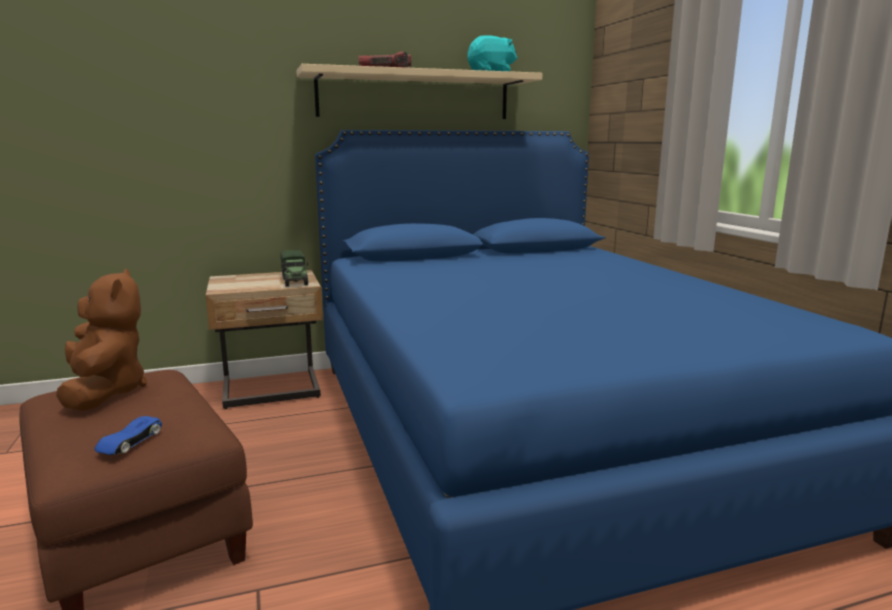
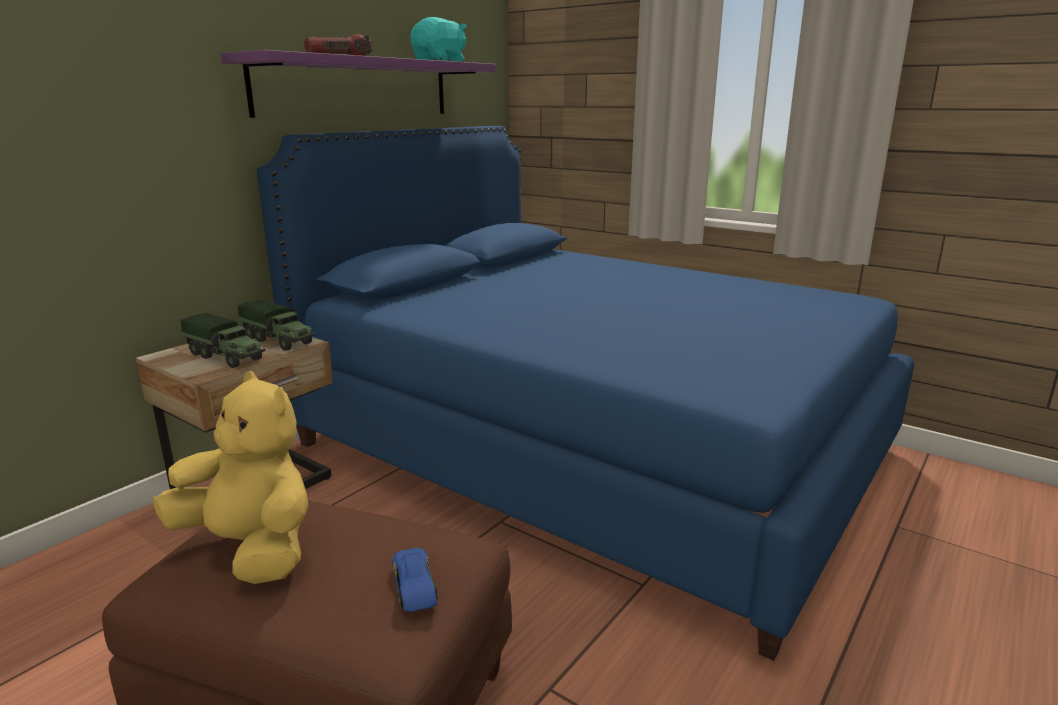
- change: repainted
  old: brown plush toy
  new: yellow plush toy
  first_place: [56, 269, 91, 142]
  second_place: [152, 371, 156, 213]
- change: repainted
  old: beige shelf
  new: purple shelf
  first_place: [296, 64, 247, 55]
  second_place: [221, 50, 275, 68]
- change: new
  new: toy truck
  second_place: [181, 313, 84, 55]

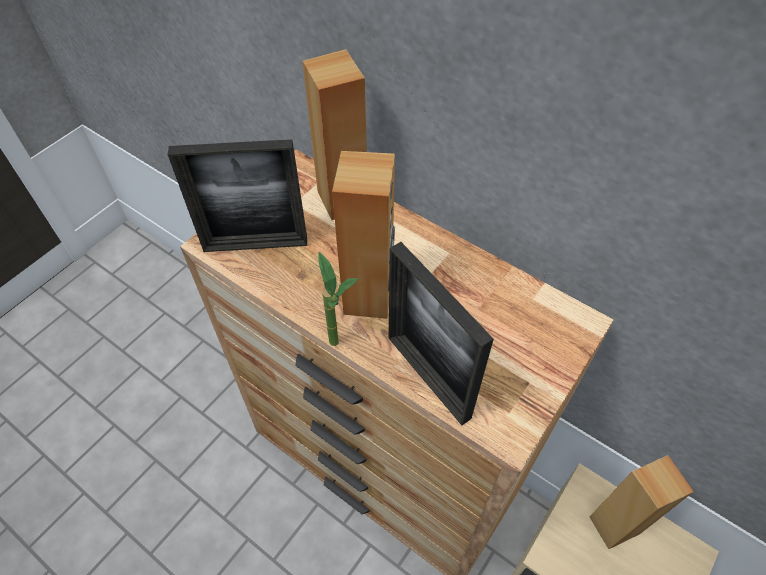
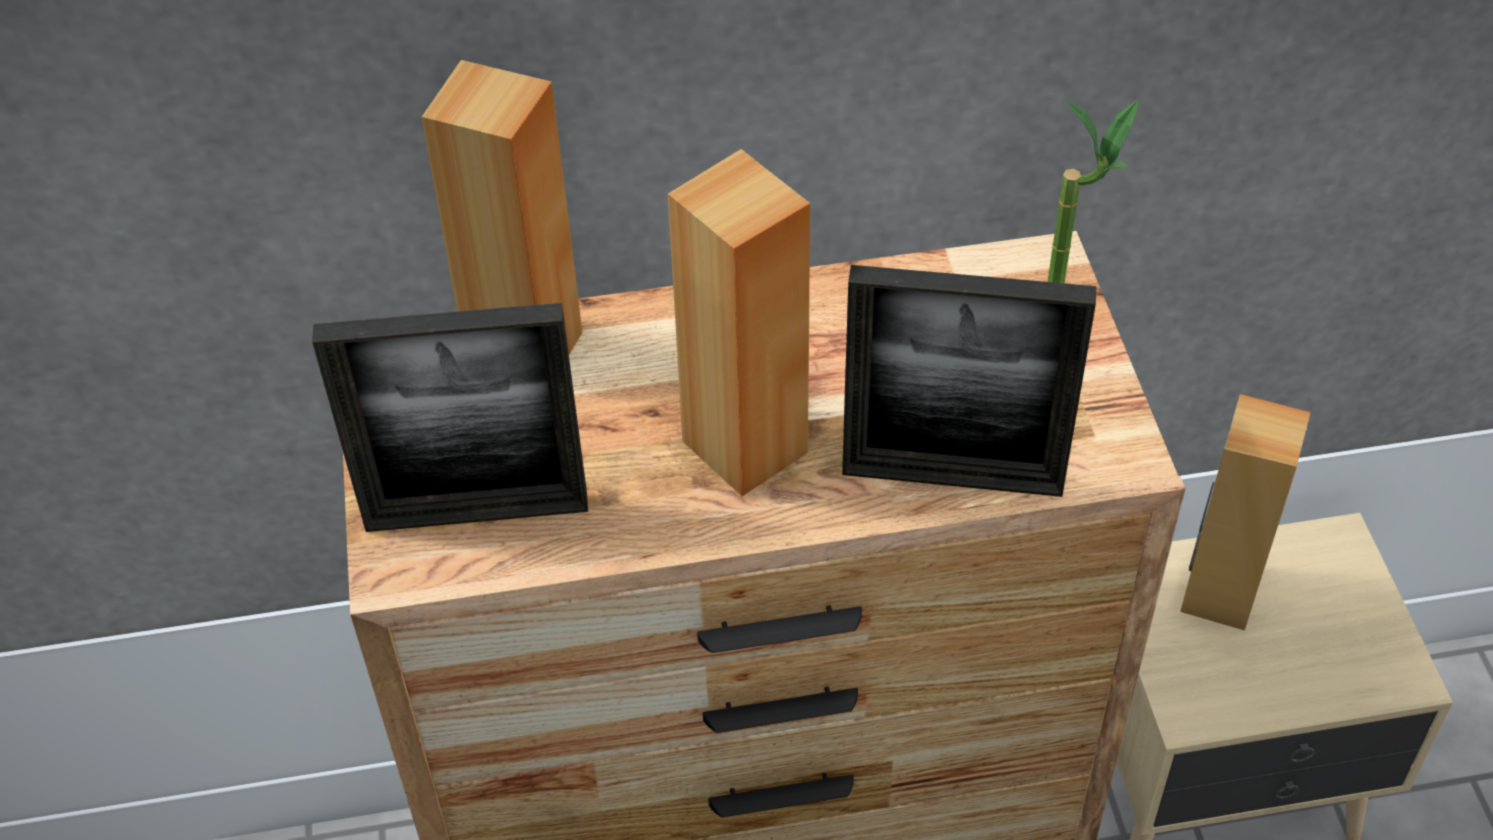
- change: rotated
  old: picture frame
  first_place: [167, 139, 140, 113]
  second_place: [312, 303, 276, 229]
  degrees: 45
- change: shifted
  old: potted plant
  first_place: [318, 252, 41, 94]
  second_place: [1048, 100, 91, 183]

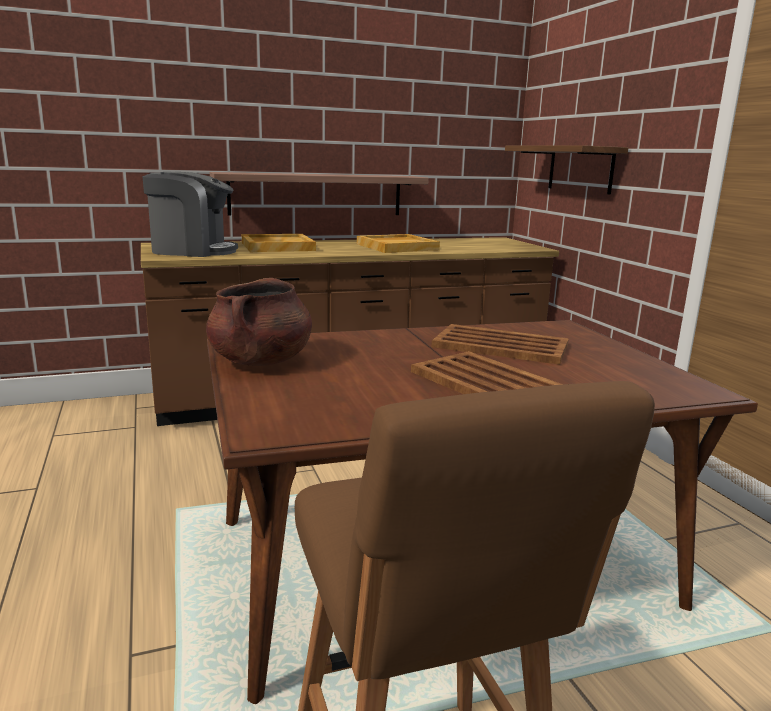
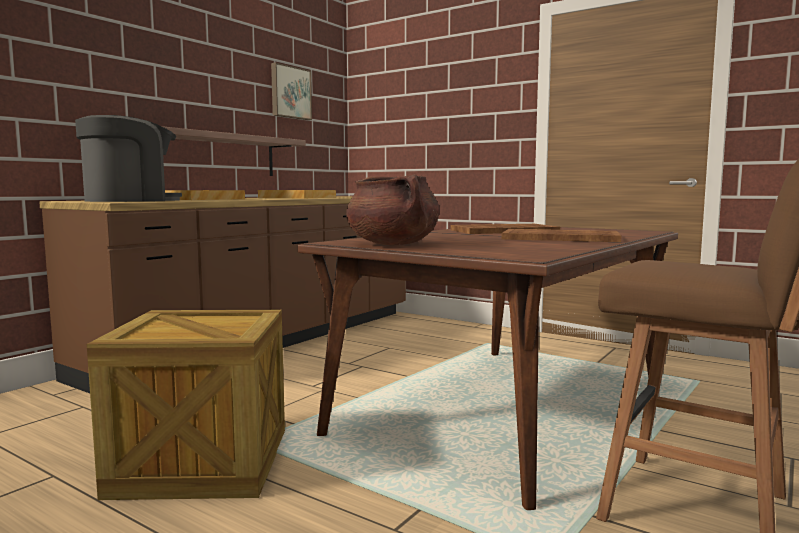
- change: gone
  old: shelf
  first_place: [505, 145, 123, 49]
- change: new
  new: crate
  second_place: [87, 310, 198, 190]
- change: new
  new: picture
  second_place: [271, 62, 41, 58]

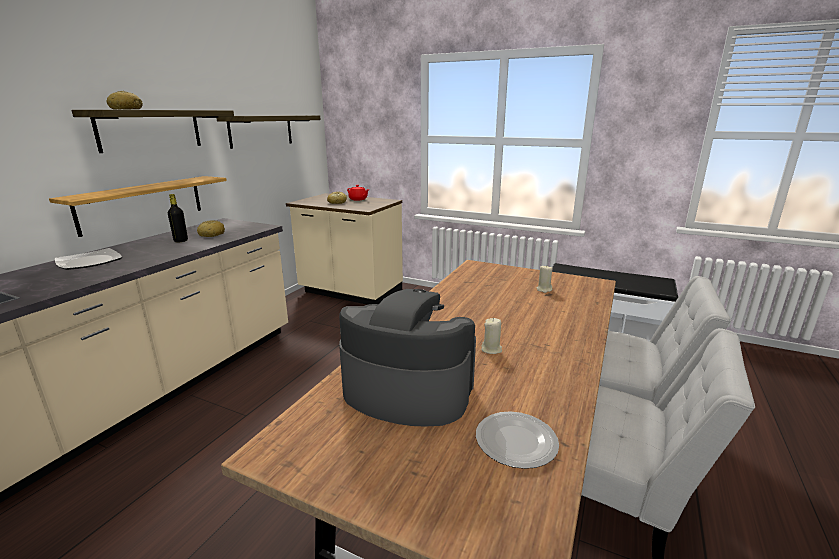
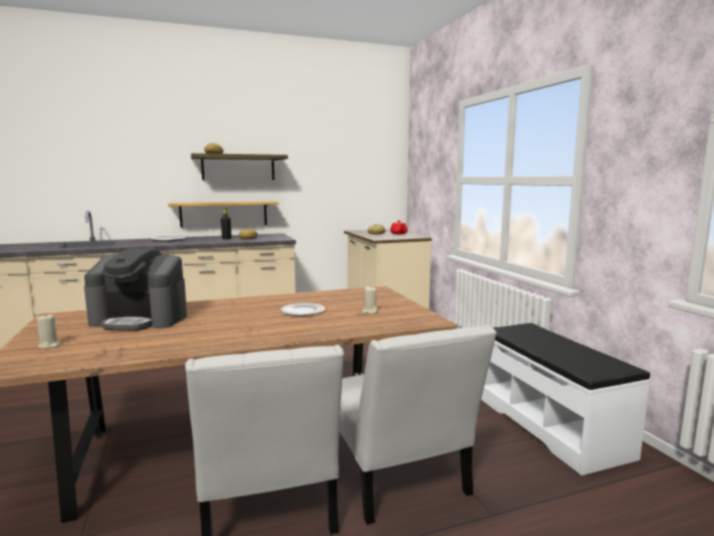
- change: gone
  old: shelf
  first_place: [217, 115, 104, 34]
- change: rotated
  old: coffee machine
  first_place: [339, 289, 137, 138]
  second_place: [84, 248, 103, 82]
  degrees: 120
- change: shifted
  old: plate
  first_place: [476, 411, 83, 58]
  second_place: [280, 303, 45, 13]
- change: shifted
  old: beige candle
  first_place: [481, 318, 21, 36]
  second_place: [37, 313, 24, 36]

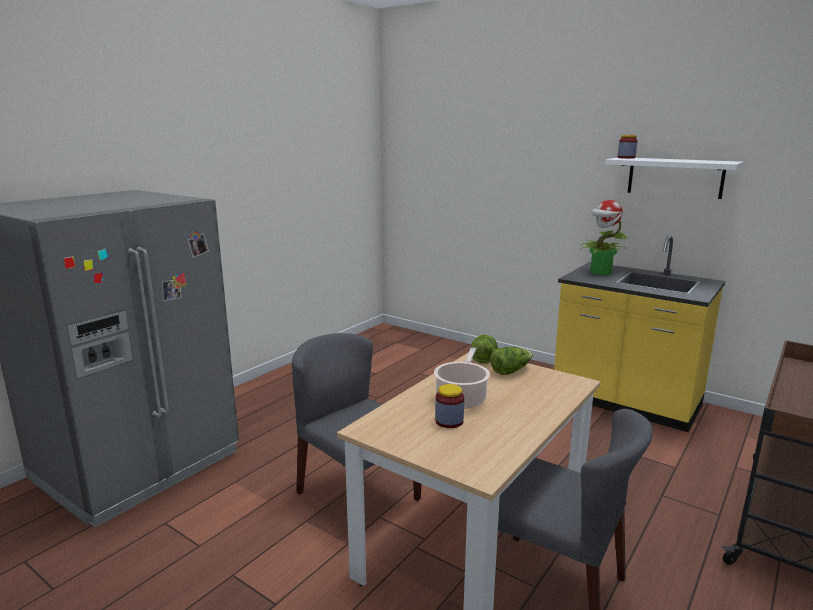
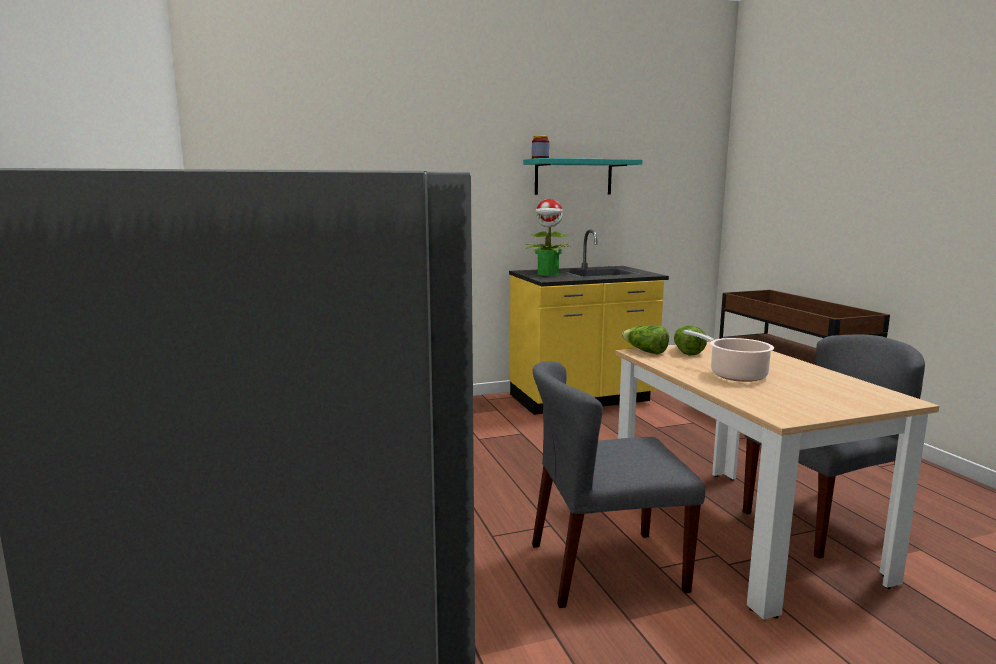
- change: gone
  old: jar
  first_place: [435, 384, 29, 44]
- change: repainted
  old: white shelf
  new: turquoise shelf
  first_place: [605, 157, 139, 42]
  second_place: [523, 158, 120, 37]

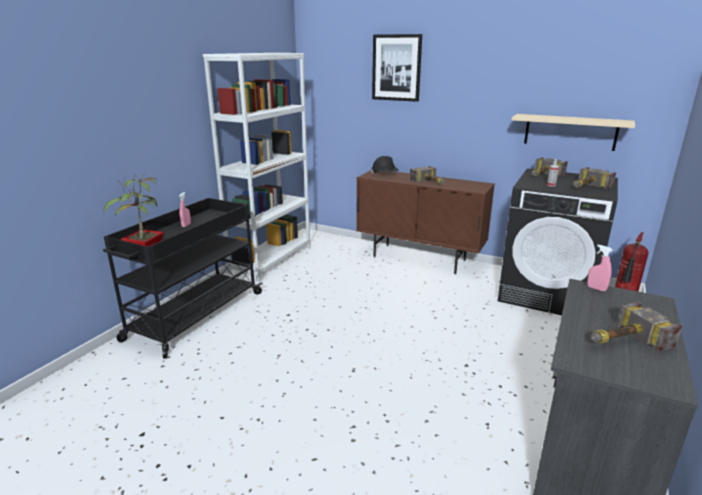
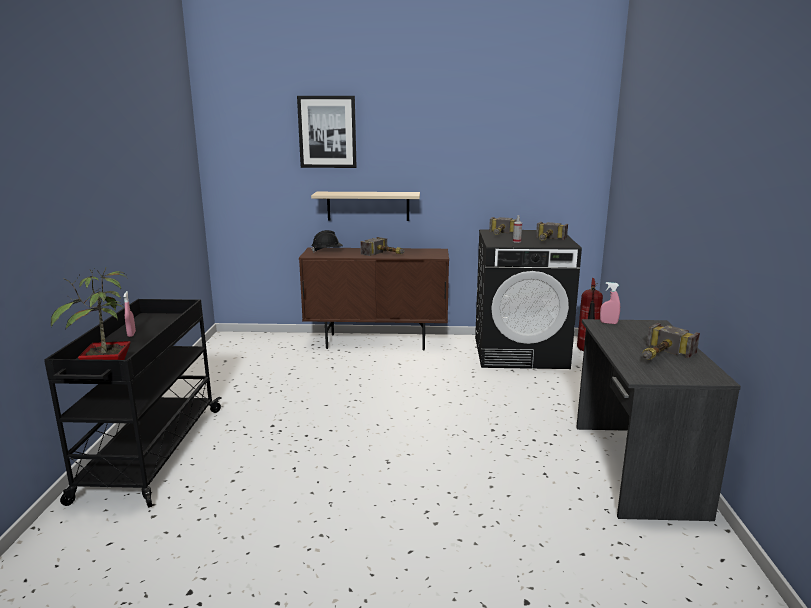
- change: gone
  old: white bookcase
  first_place: [203, 53, 107, 228]
- change: shifted
  old: beige shelf
  first_place: [512, 114, 123, 37]
  second_place: [311, 192, 109, 29]

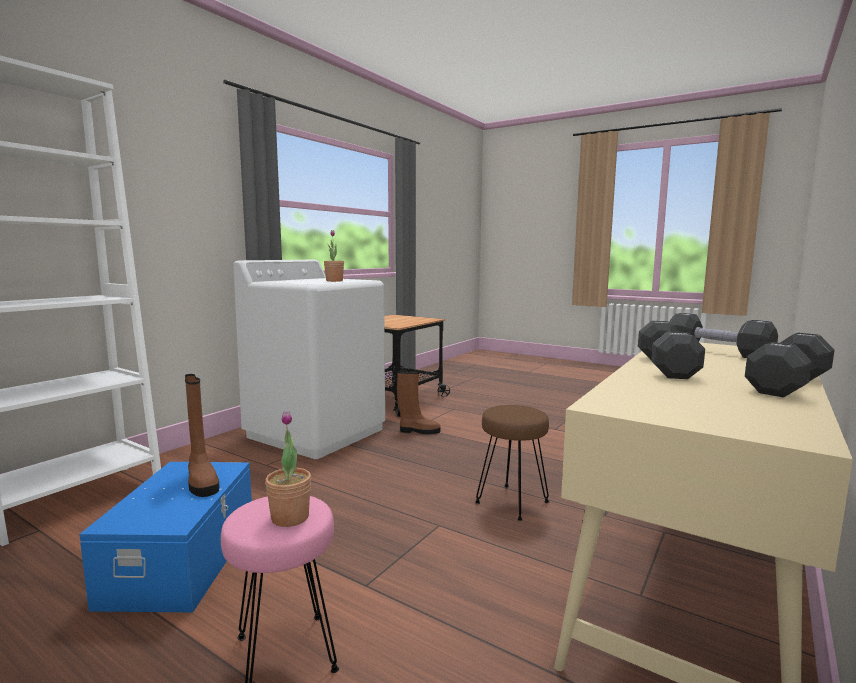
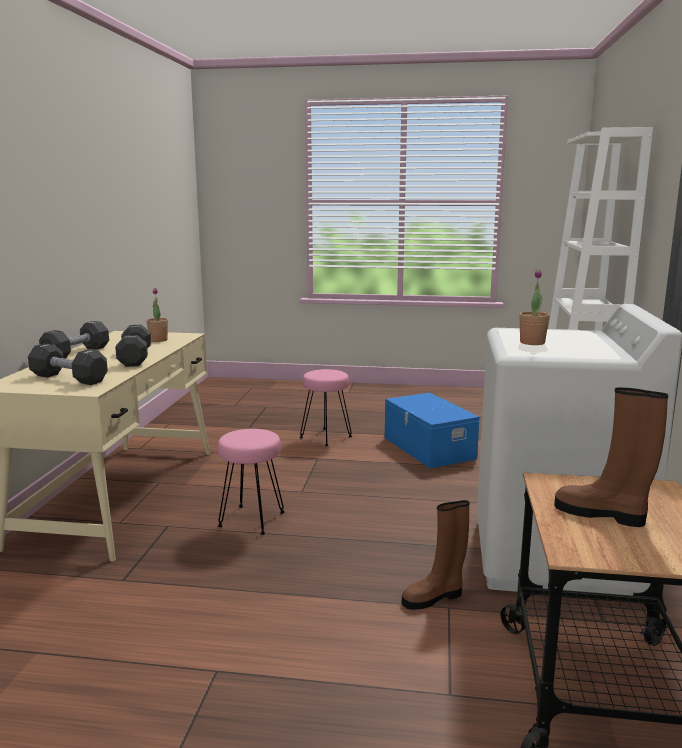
- change: shifted
  old: brown boot
  first_place: [185, 374, 35, 123]
  second_place: [554, 387, 114, 140]
- change: shifted
  old: potted plant
  first_place: [265, 411, 46, 116]
  second_place: [146, 288, 22, 54]
- change: repainted
  old: brown stool
  new: pink stool
  first_place: [475, 405, 75, 116]
  second_place: [218, 429, 67, 106]

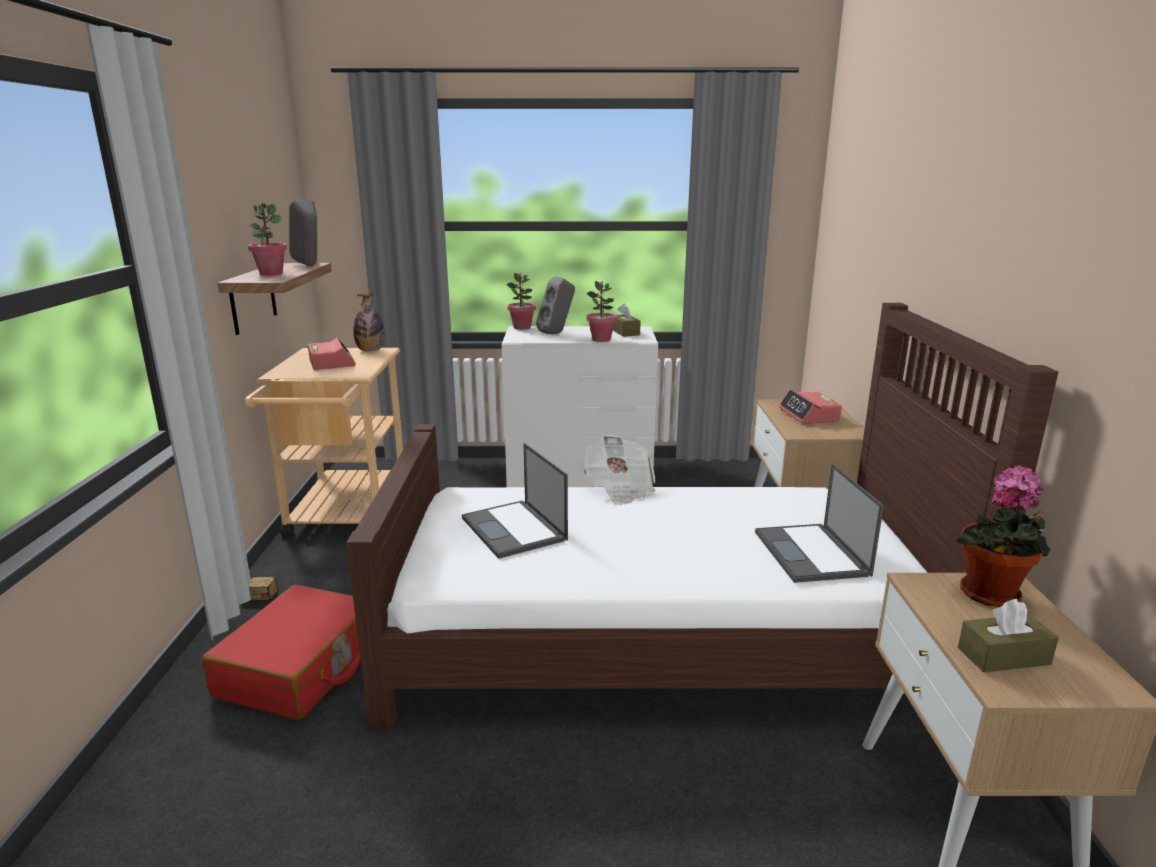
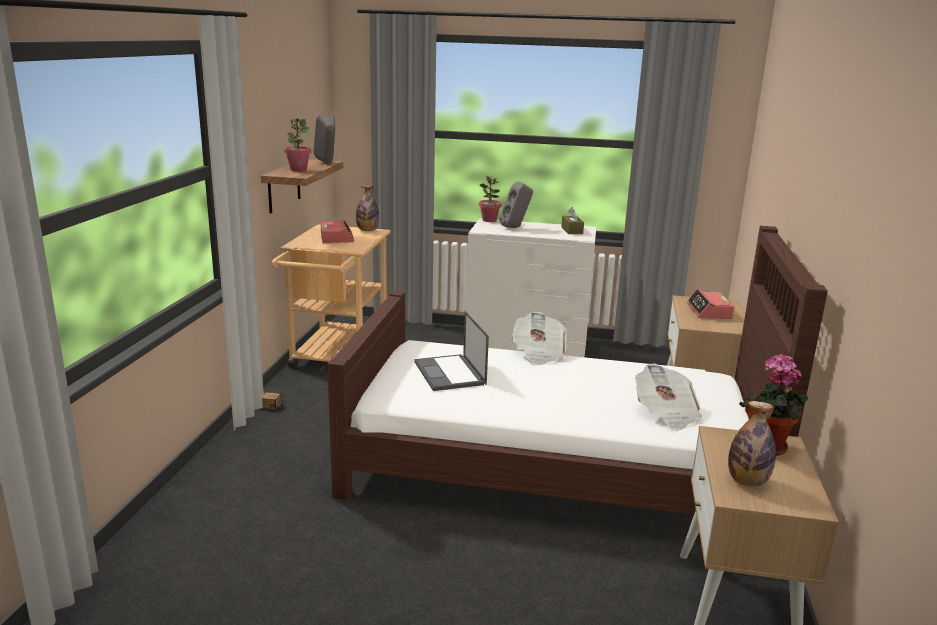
- change: gone
  old: red suitcase
  first_place: [202, 585, 159, 135]
- change: gone
  old: potted plant
  first_place: [587, 281, 30, 61]
- change: swapped
  old: laptop
  new: newspaper
  first_place: [755, 464, 129, 119]
  second_place: [635, 363, 67, 68]
- change: swapped
  old: brown tissue box
  new: bottle
  first_place: [958, 599, 101, 73]
  second_place: [728, 401, 48, 86]

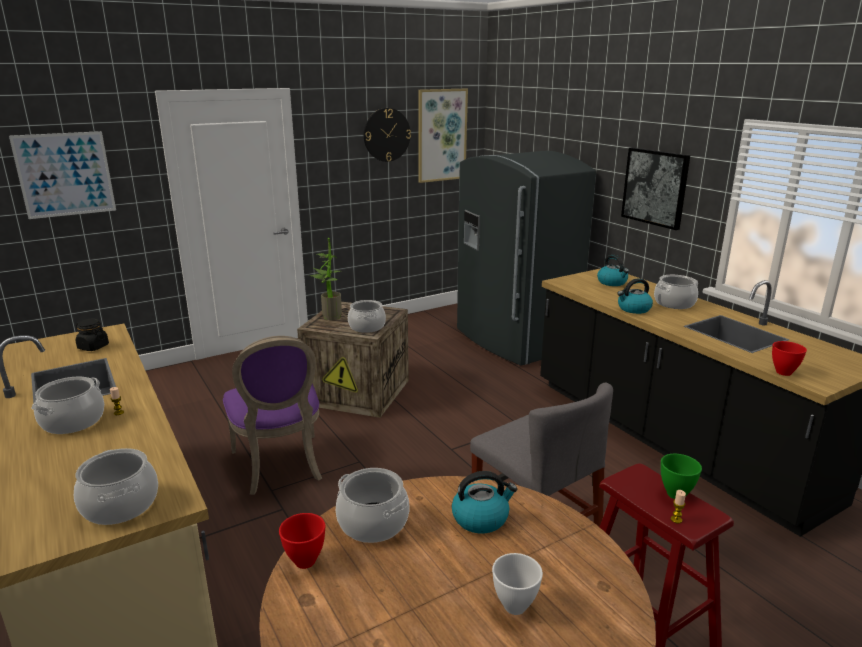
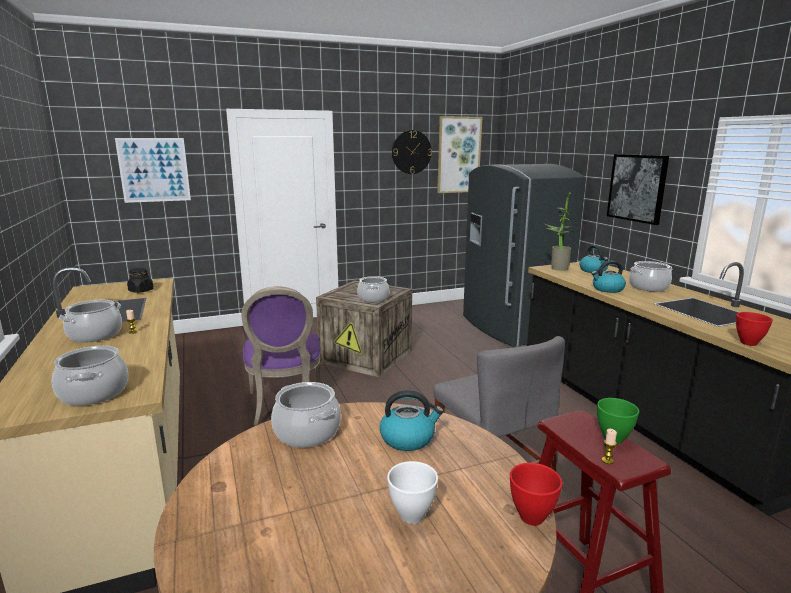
- change: shifted
  old: red bowl
  first_place: [279, 513, 46, 56]
  second_place: [510, 463, 52, 63]
- change: shifted
  old: potted plant
  first_place: [310, 238, 32, 82]
  second_place: [545, 193, 28, 78]

